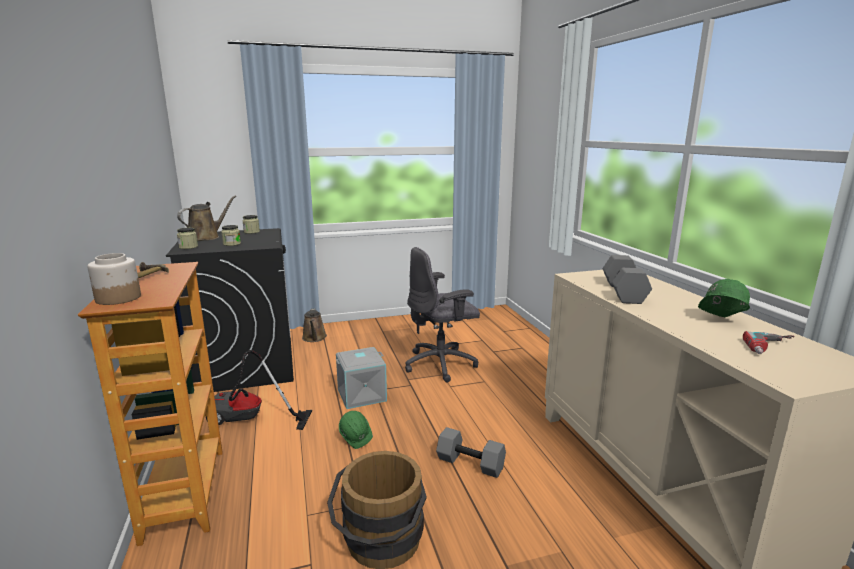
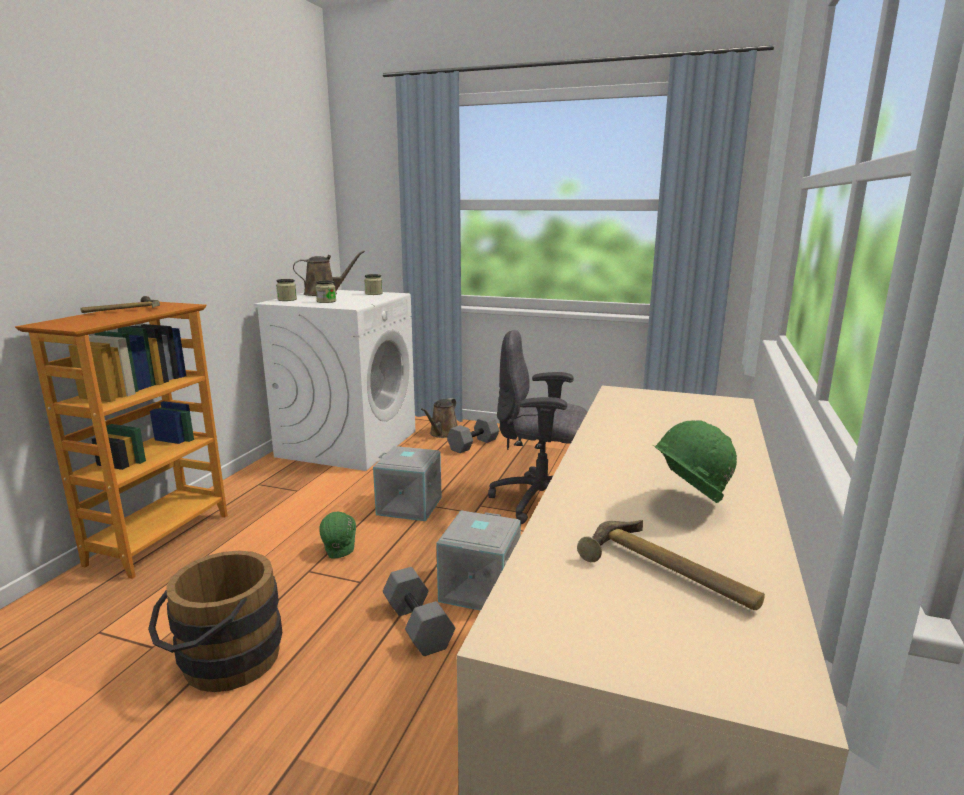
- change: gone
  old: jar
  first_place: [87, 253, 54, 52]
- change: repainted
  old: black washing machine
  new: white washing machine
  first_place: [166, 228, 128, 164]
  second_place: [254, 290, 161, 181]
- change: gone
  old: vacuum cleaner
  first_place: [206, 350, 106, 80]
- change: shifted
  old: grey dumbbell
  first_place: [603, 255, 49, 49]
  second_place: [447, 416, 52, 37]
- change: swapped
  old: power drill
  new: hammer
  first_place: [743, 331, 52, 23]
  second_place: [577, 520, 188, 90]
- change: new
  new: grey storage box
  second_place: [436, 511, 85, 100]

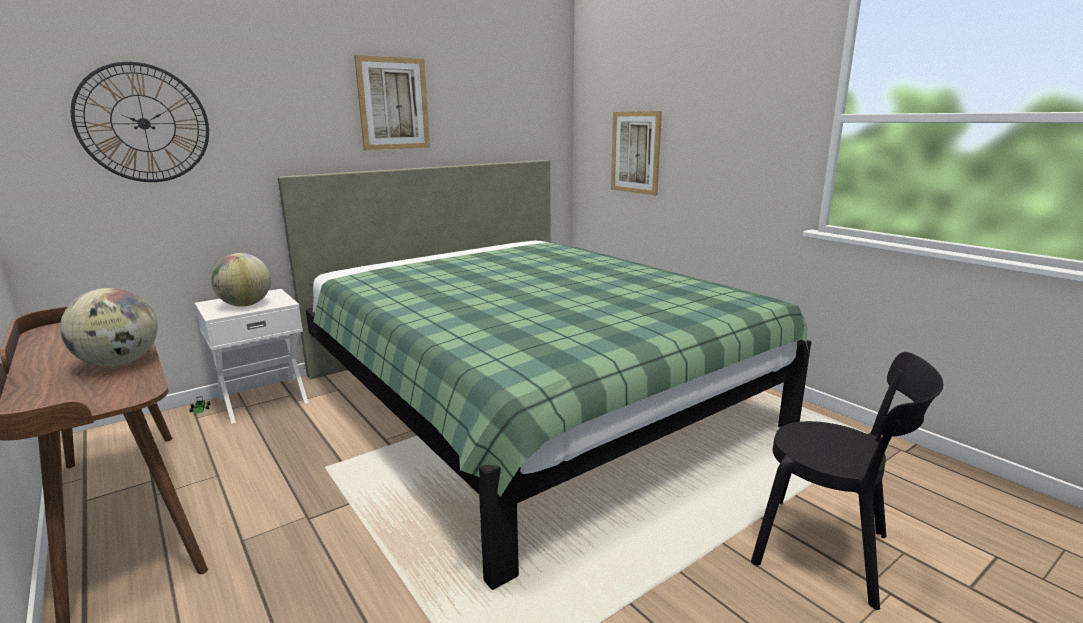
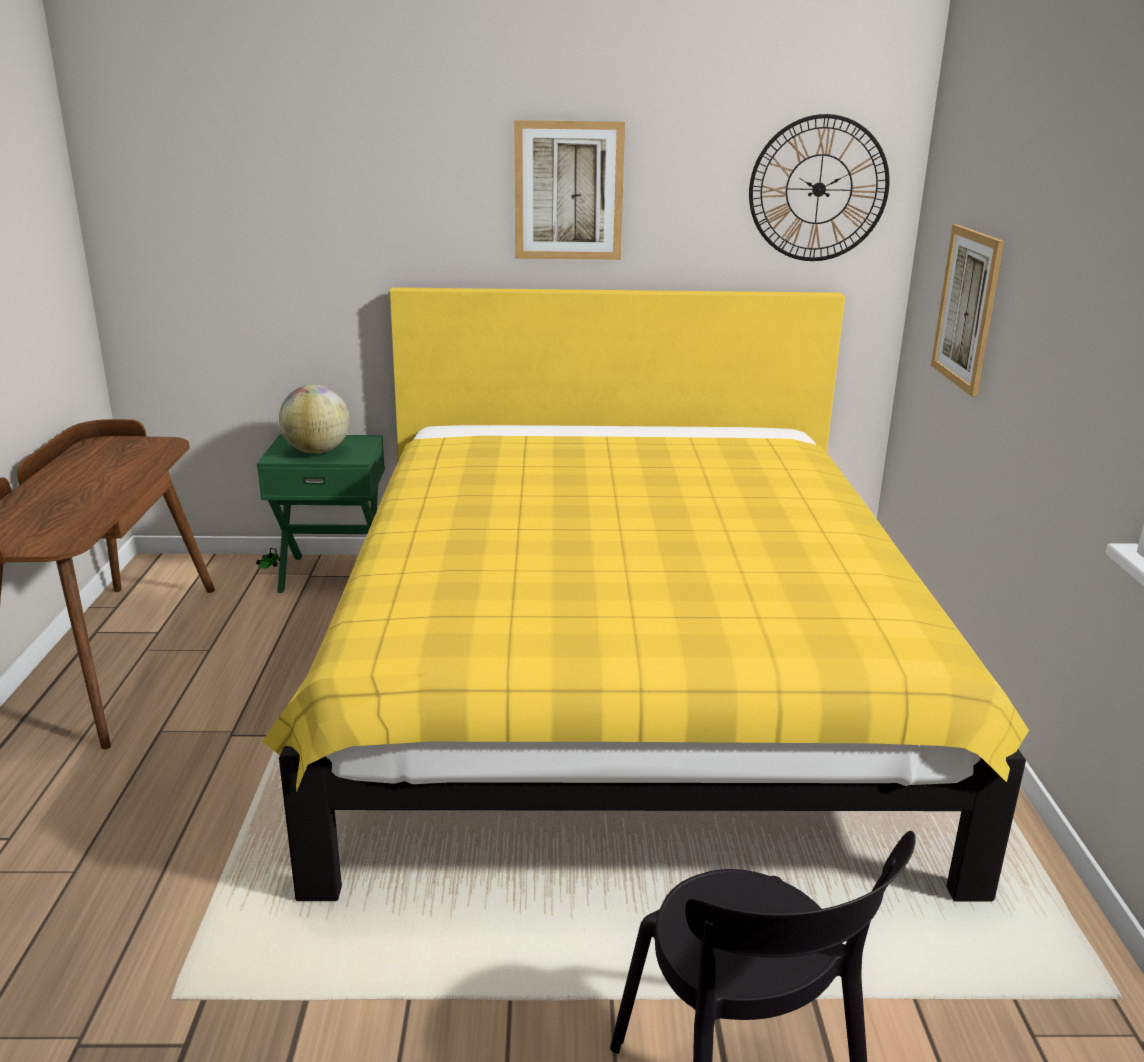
- change: gone
  old: globe
  first_place: [60, 288, 98, 79]
- change: shifted
  old: wall clock
  first_place: [71, 62, 138, 120]
  second_place: [749, 114, 141, 147]
- change: repainted
  old: white nightstand
  new: green nightstand
  first_place: [195, 289, 114, 135]
  second_place: [257, 434, 128, 159]
- change: repainted
  old: green bed
  new: yellow bed
  first_place: [278, 160, 533, 430]
  second_place: [262, 287, 767, 615]

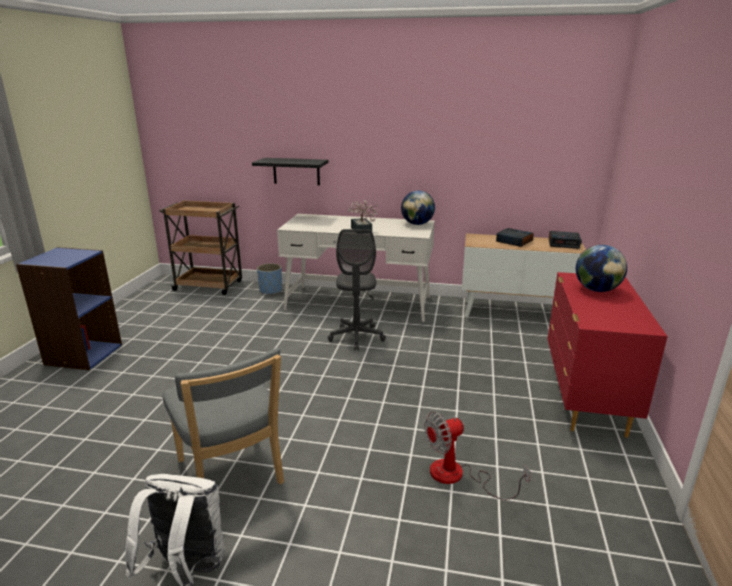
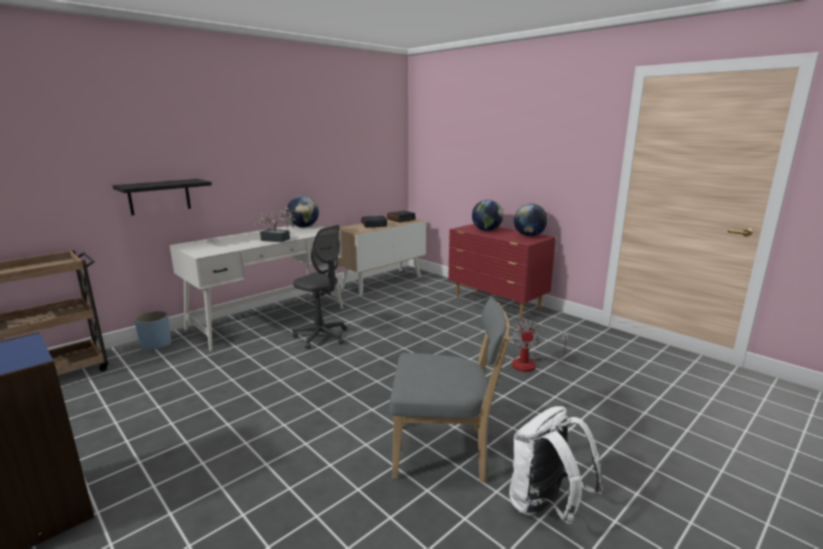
- change: new
  new: globe
  second_place: [514, 204, 34, 33]

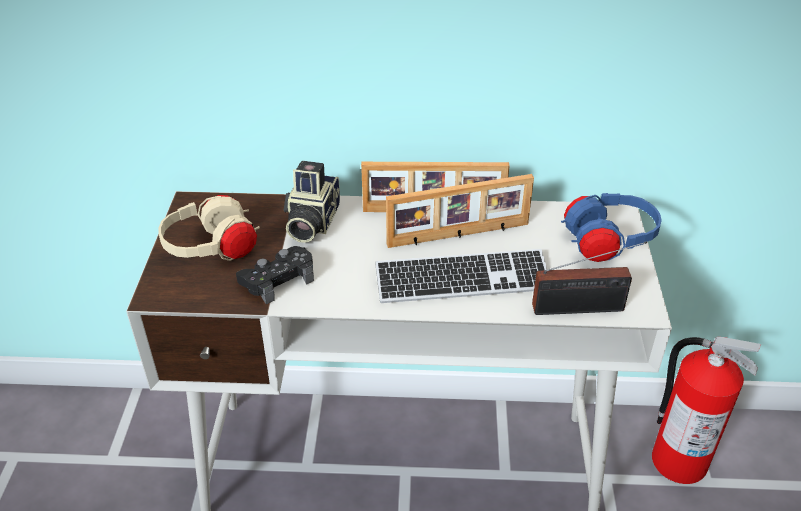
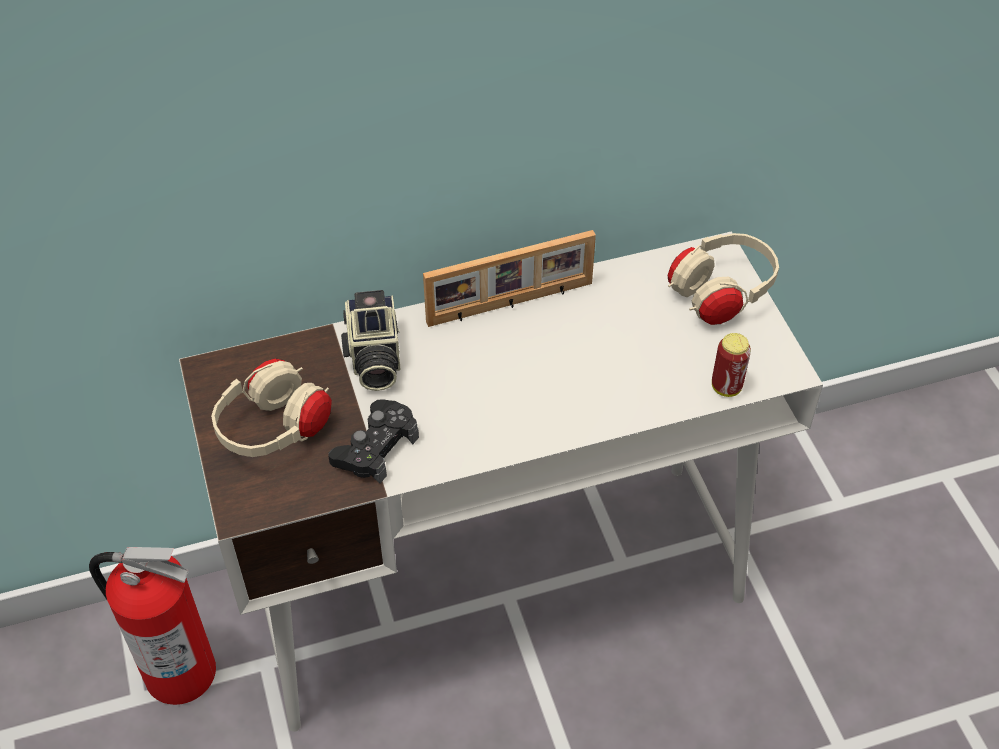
- change: gone
  old: keyboard
  first_place: [375, 249, 172, 54]
- change: gone
  old: picture frame
  first_place: [386, 174, 148, 74]
- change: swapped
  old: radio
  new: can
  first_place: [532, 241, 115, 74]
  second_place: [712, 333, 39, 64]
- change: repainted
  old: blue headphones
  new: beige headphones
  first_place: [561, 193, 101, 69]
  second_place: [667, 233, 112, 92]
- change: shifted
  old: fire extinguisher
  first_place: [652, 337, 109, 147]
  second_place: [89, 547, 127, 158]

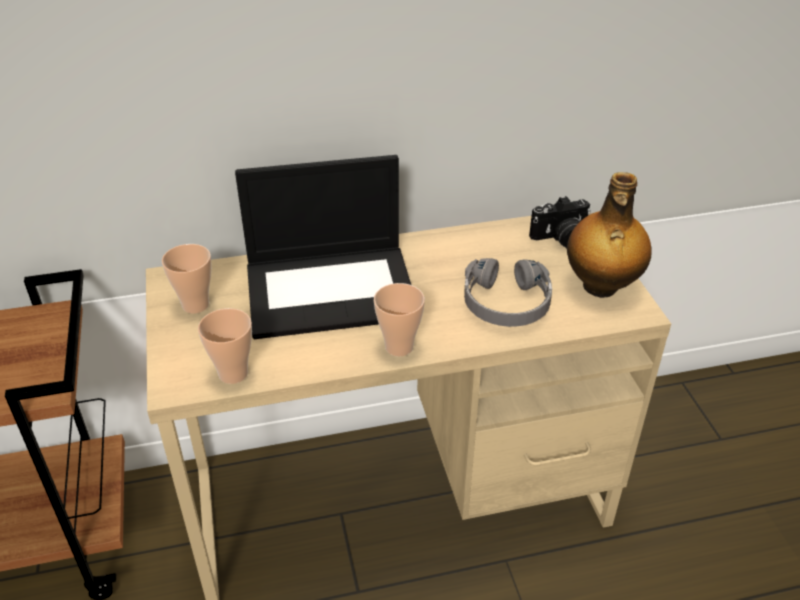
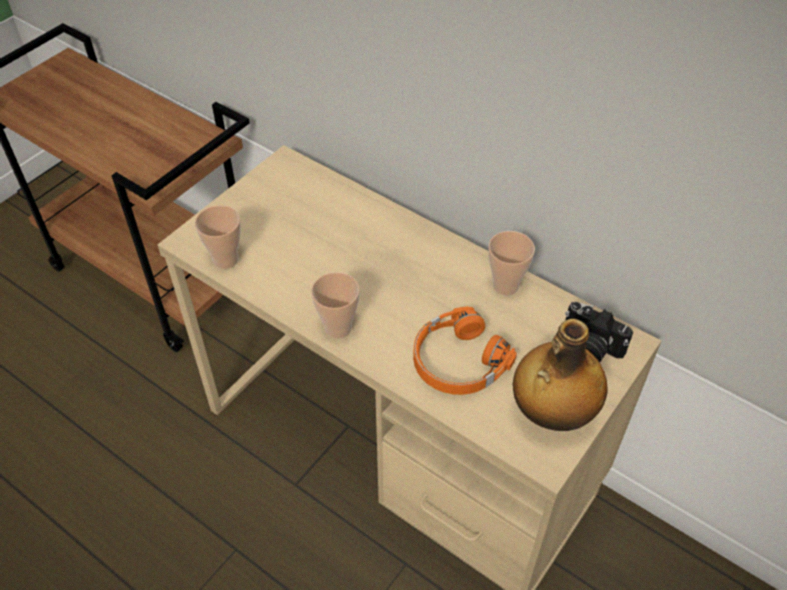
- change: shifted
  old: cup
  first_place: [162, 244, 50, 70]
  second_place: [488, 231, 47, 65]
- change: gone
  old: laptop
  first_place: [235, 155, 176, 184]
- change: repainted
  old: grey headphones
  new: orange headphones
  first_place: [464, 258, 88, 69]
  second_place: [413, 306, 104, 89]

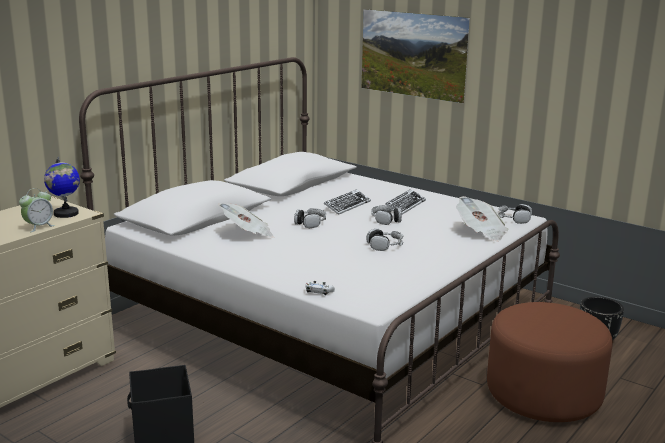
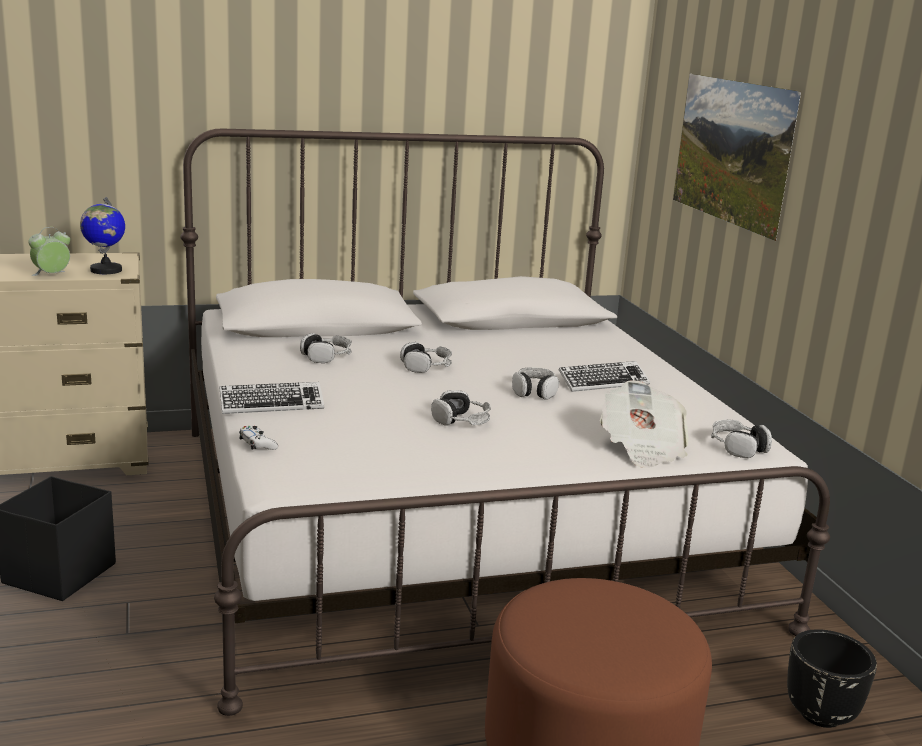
- change: rotated
  old: alarm clock
  first_place: [19, 188, 36, 44]
  second_place: [28, 227, 42, 49]
  degrees: 150
- change: swapped
  old: newspaper
  new: headphones
  first_place: [218, 203, 56, 34]
  second_place: [300, 333, 52, 30]
- change: shifted
  old: keyboard
  first_place: [324, 189, 47, 26]
  second_place: [220, 382, 104, 32]

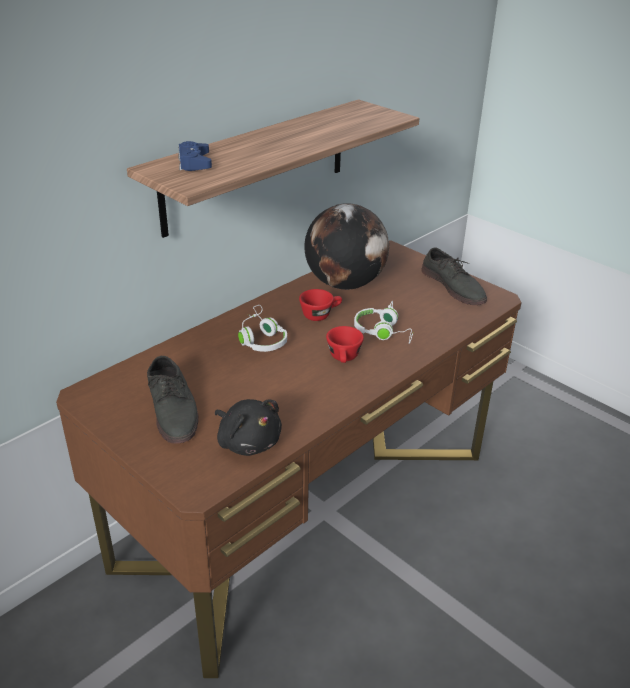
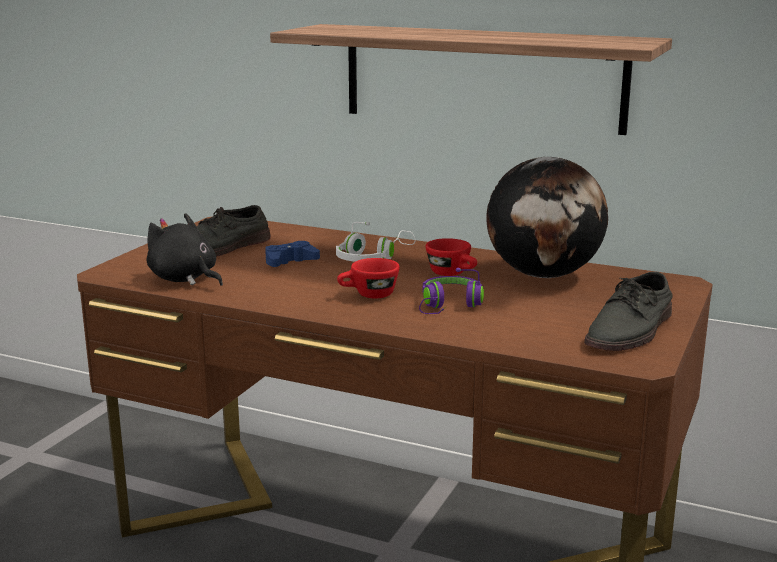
- change: shifted
  old: blue game controller
  first_place: [178, 141, 34, 30]
  second_place: [265, 241, 55, 26]
- change: rotated
  old: black plush toy
  first_place: [215, 399, 67, 57]
  second_place: [146, 213, 77, 73]
  degrees: 105
- change: repainted
  old: white headphones
  new: purple headphones
  first_place: [354, 301, 59, 43]
  second_place: [419, 268, 65, 46]

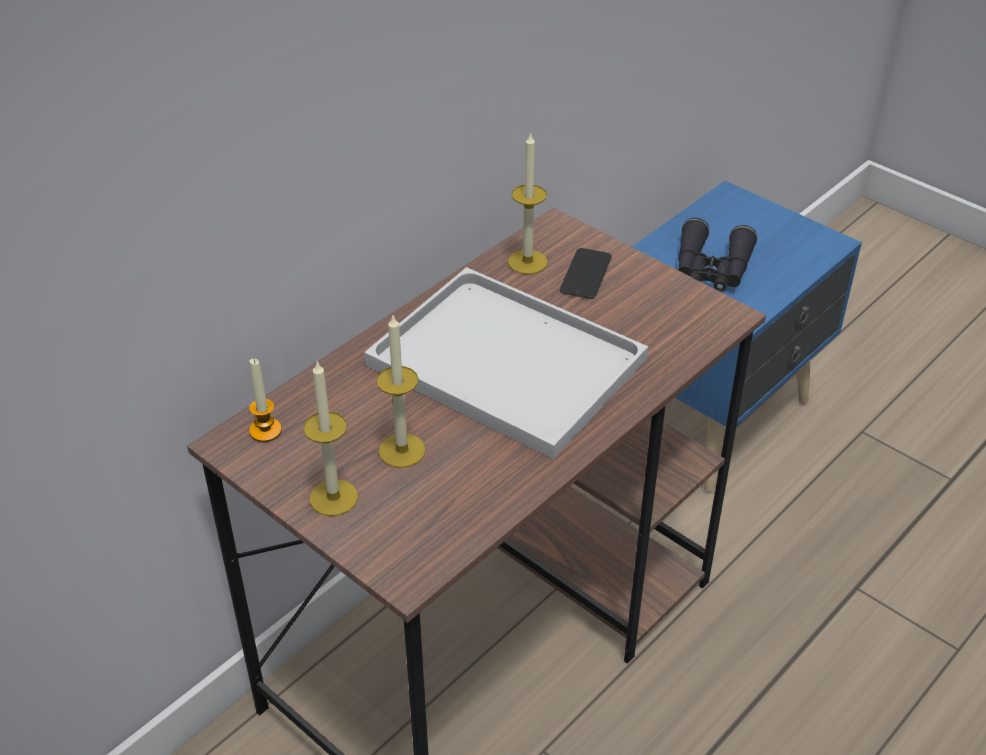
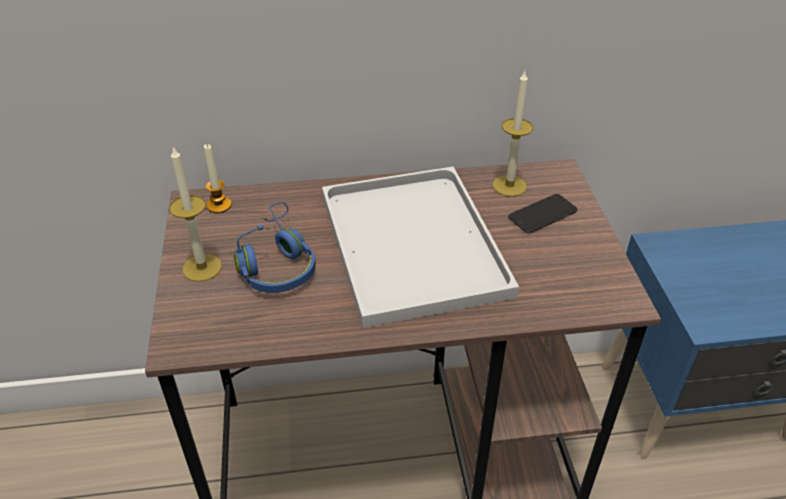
- change: swapped
  old: candle
  new: blue headphones
  first_place: [376, 316, 50, 152]
  second_place: [234, 202, 82, 91]
- change: gone
  old: black binoculars
  first_place: [678, 218, 80, 74]

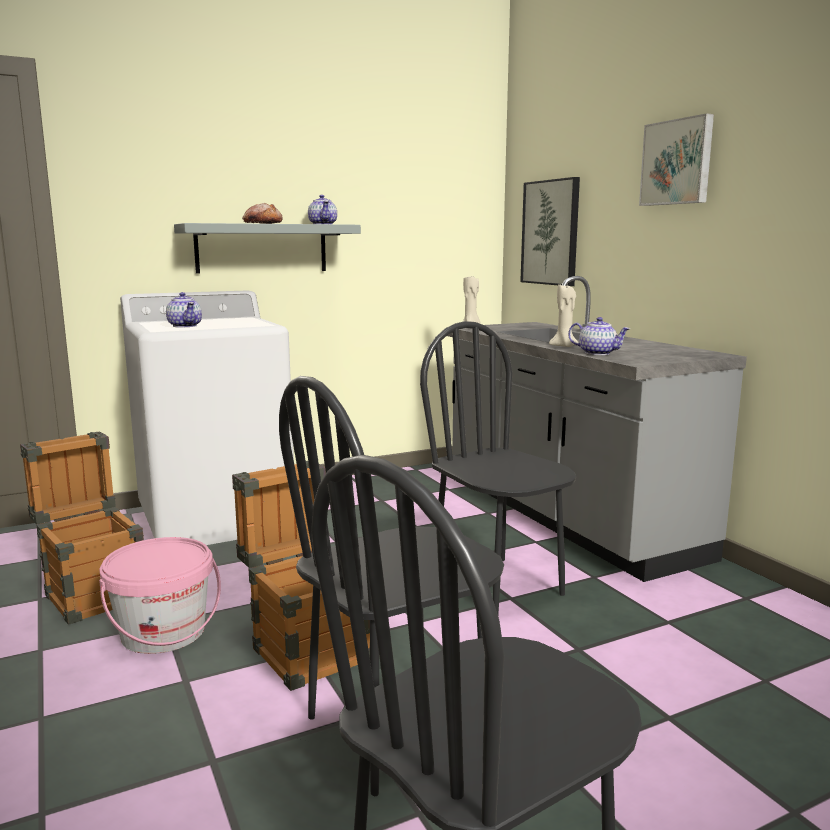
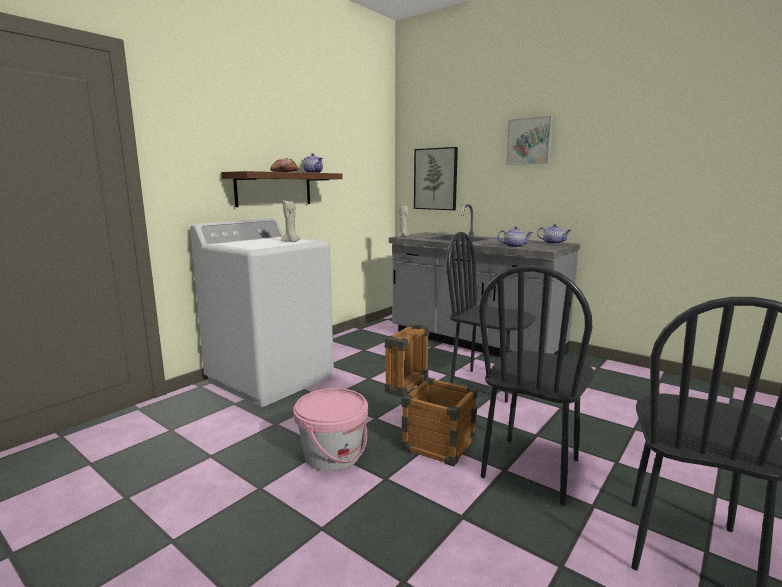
- change: gone
  old: crate
  first_place: [20, 431, 124, 194]
- change: shifted
  old: teapot
  first_place: [166, 292, 36, 36]
  second_place: [537, 224, 34, 20]
- change: repainted
  old: grey shelf
  new: brown shelf
  first_place: [174, 223, 187, 50]
  second_place: [221, 171, 122, 36]
- change: shifted
  old: beige candle
  first_place: [549, 284, 30, 63]
  second_place: [281, 200, 20, 42]

